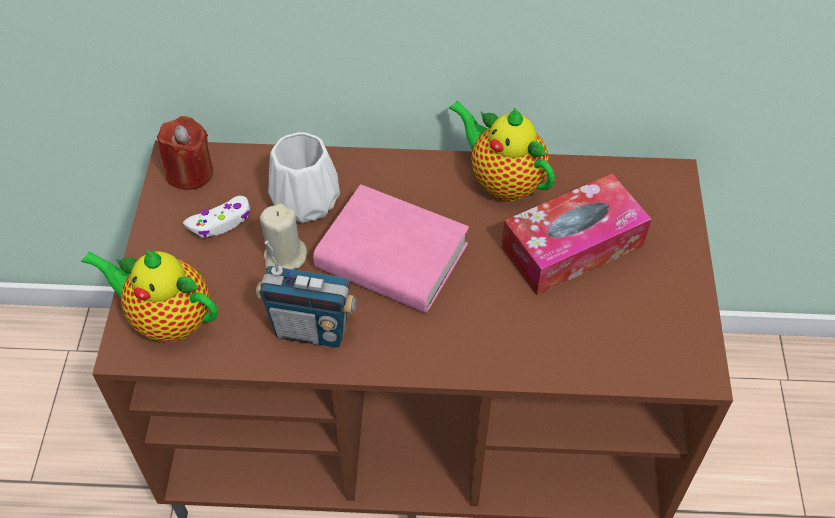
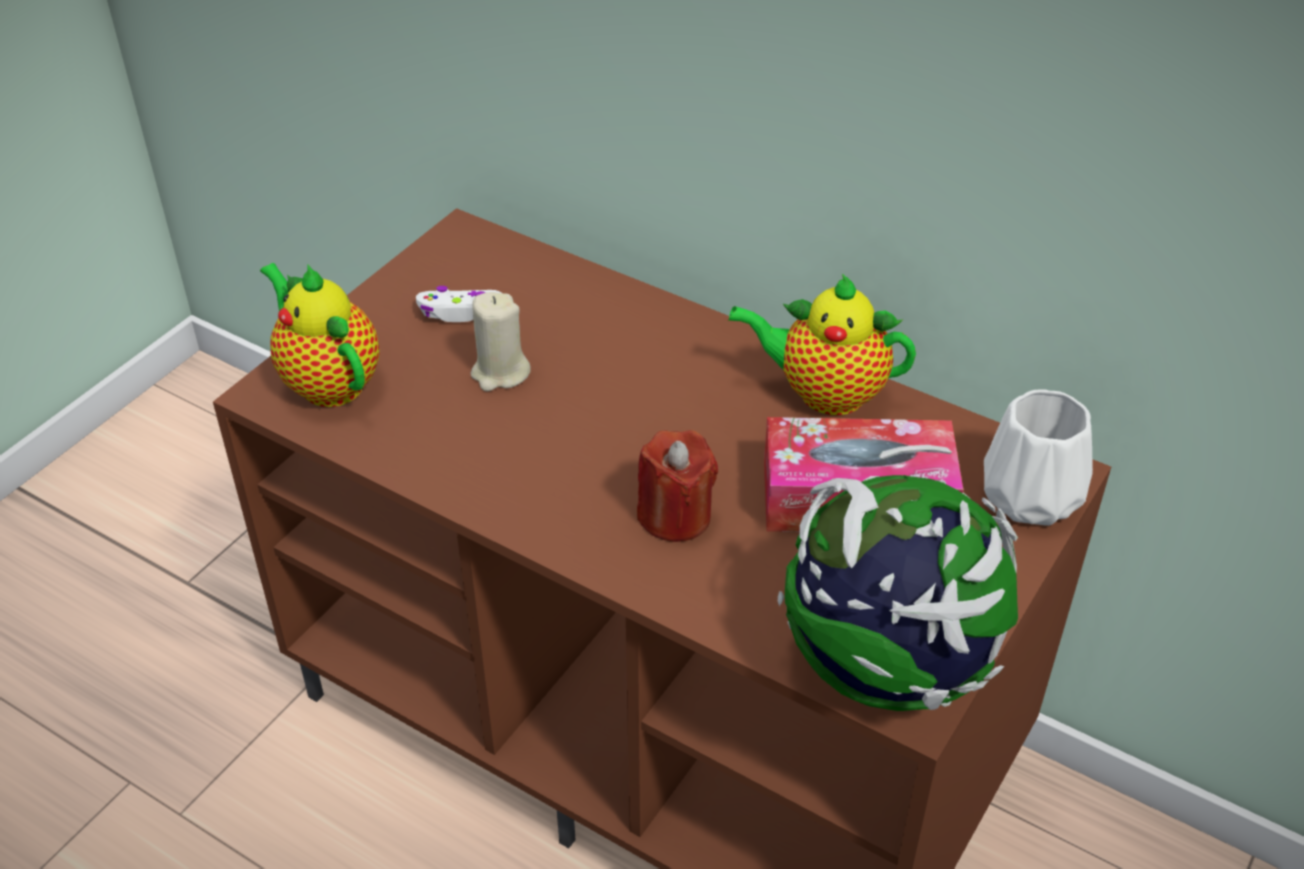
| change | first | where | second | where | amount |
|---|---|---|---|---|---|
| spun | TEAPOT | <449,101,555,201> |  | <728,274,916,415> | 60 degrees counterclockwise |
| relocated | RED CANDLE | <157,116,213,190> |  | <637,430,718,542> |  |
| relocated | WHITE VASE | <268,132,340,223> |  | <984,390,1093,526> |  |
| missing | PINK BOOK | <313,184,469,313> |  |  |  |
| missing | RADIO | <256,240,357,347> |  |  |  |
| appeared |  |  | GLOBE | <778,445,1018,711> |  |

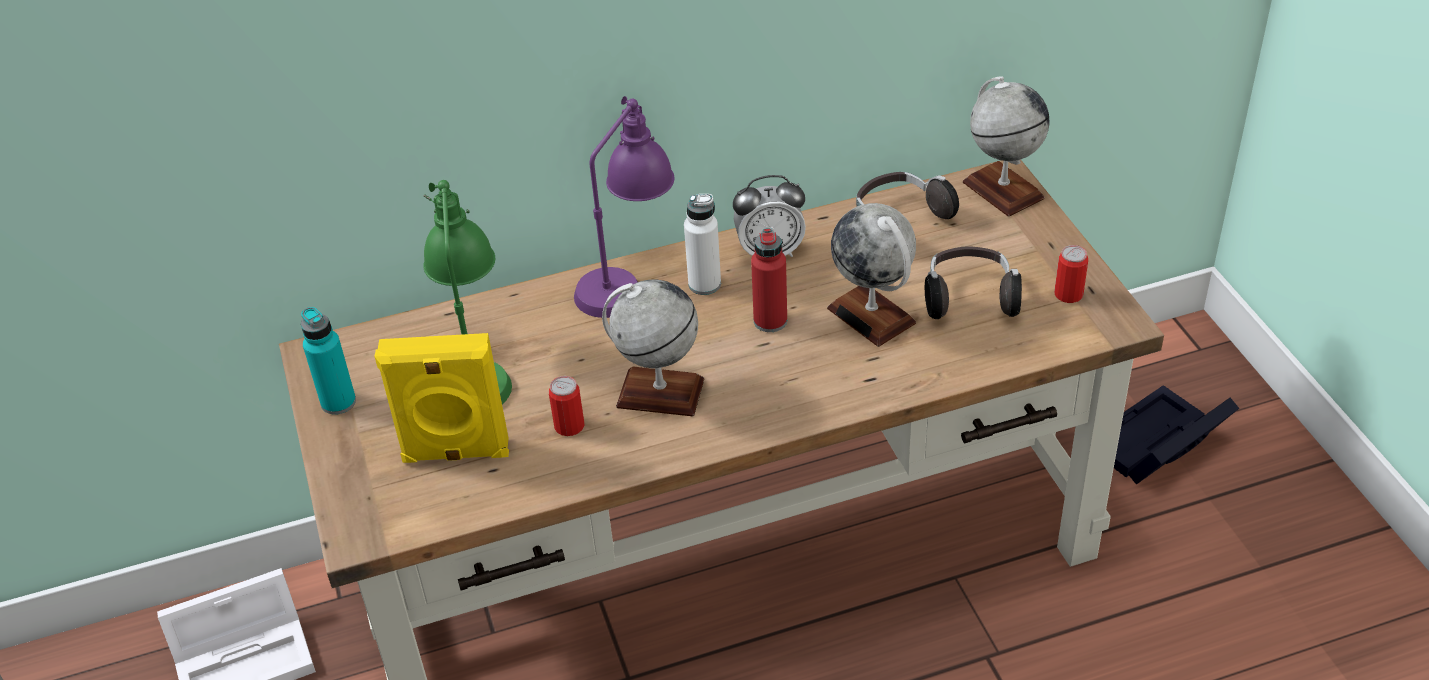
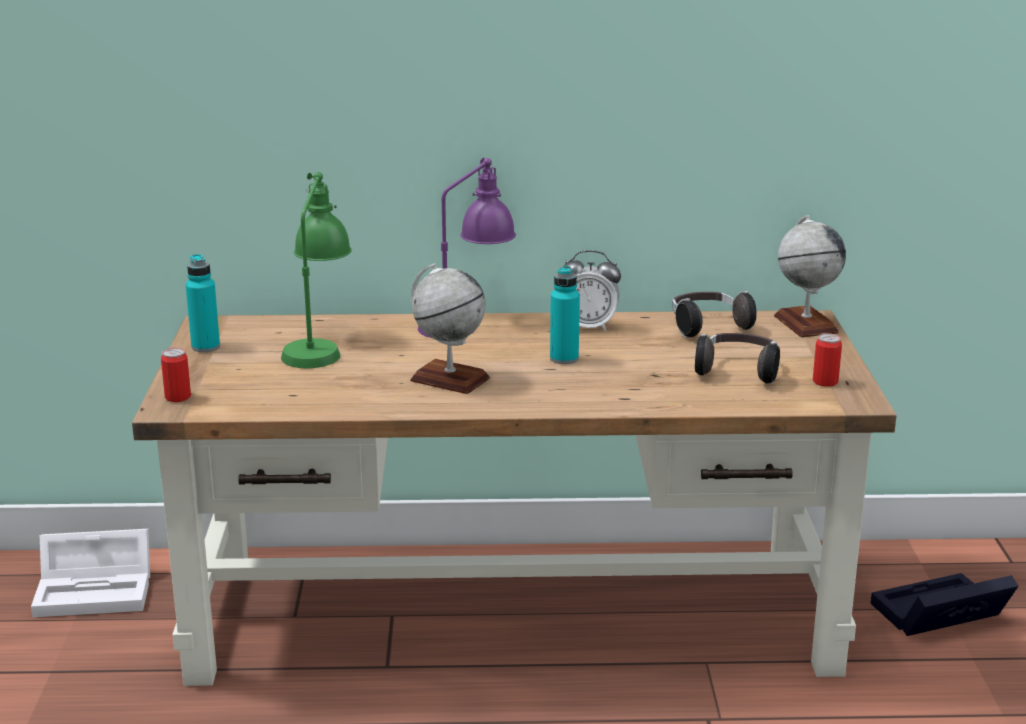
| change | first | where | second | where | amount |
|---|---|---|---|---|---|
| missing | WHITE BOTTLE | <684,194,721,295> |  |  |  |
| missing | GLOBE | <827,203,916,347> |  |  |  |
| colour | RED BOTTLE | <751,228,787,332> | TURQUOISE BOTTLE | <550,266,580,364> |  |
| missing | YELLOW SPEAKER | <374,333,509,463> |  |  |  |
| relocated | CAN | <549,376,585,436> |  | <161,348,191,402> |  |

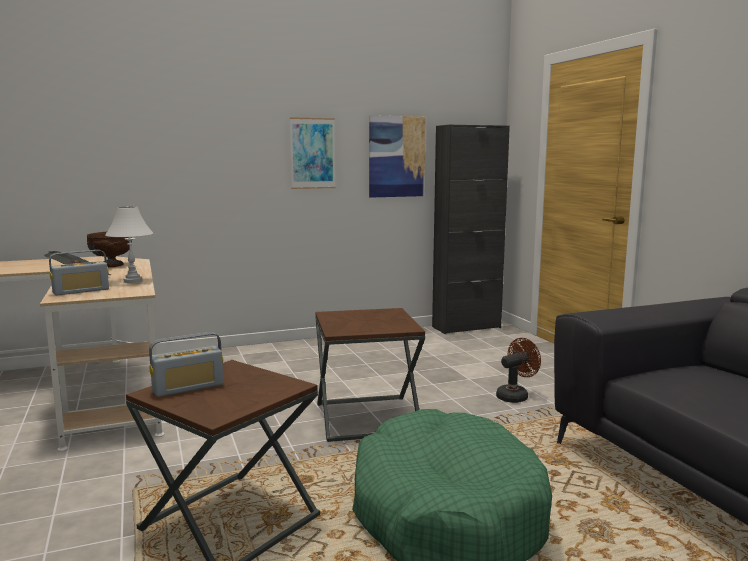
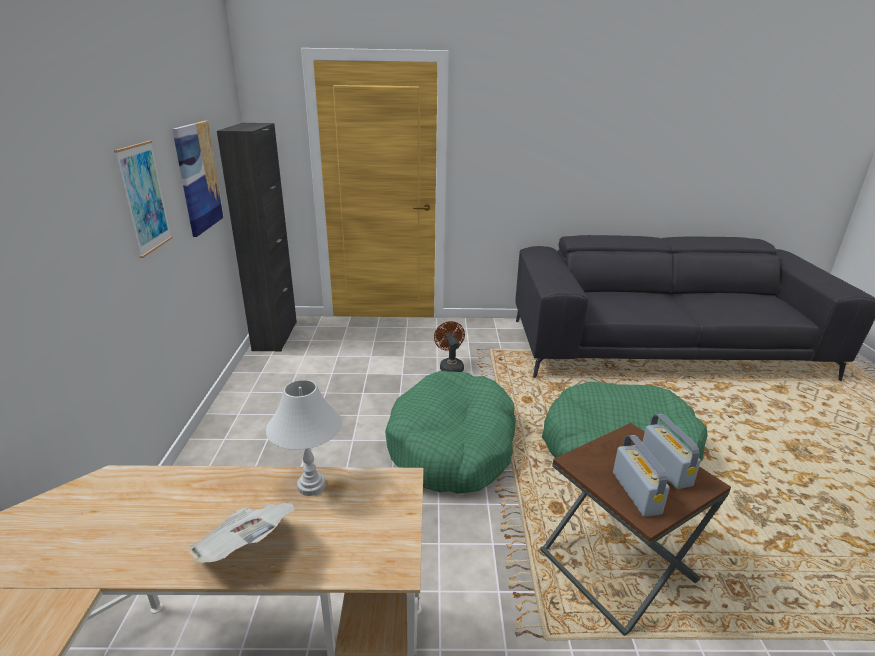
| change | first | where | second | where | amount |
|---|---|---|---|---|---|
| missing | BROWN BOWL | <87,232,132,267> |  |  |  |
| relocated | RADIO | <49,250,109,296> |  | <642,414,701,489> |  |
| exchanged | BROWN SIDE TABLE | <315,308,425,442> | GREEN DOG BED | <385,371,516,494> |  |

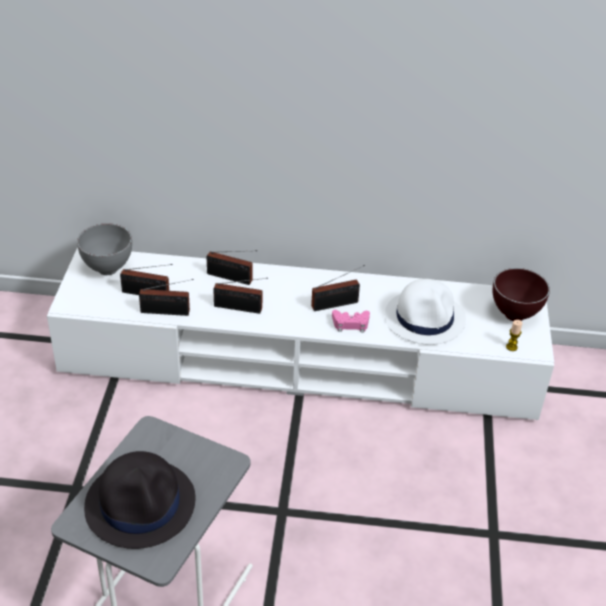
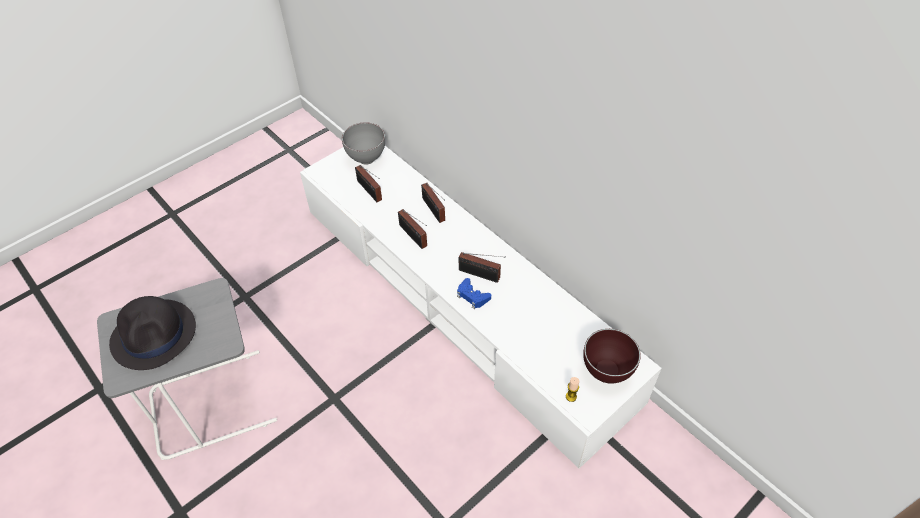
| change | first | where | second | where | amount |
|---|---|---|---|---|---|
| missing | RADIO | <139,279,194,316> |  |  |  |
| missing | WHITE HAT | <385,279,466,345> |  |  |  |
| colour | PINK GAME CONTROLLER | <332,310,370,332> | BLUE GAME CONTROLLER | <457,278,491,309> |  |

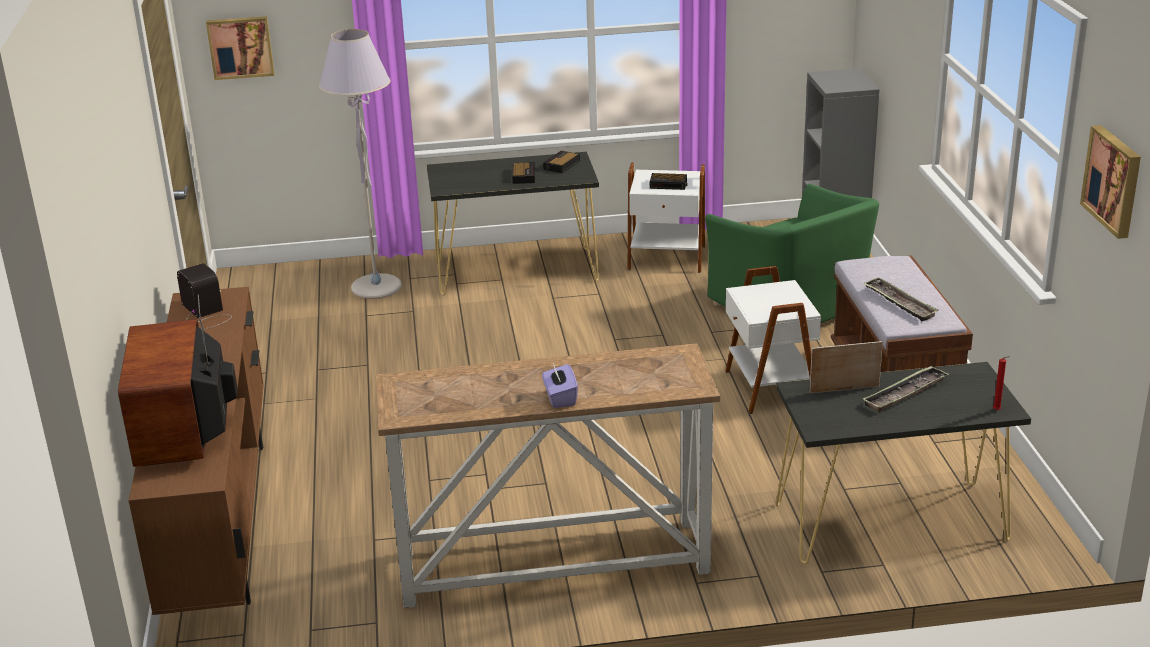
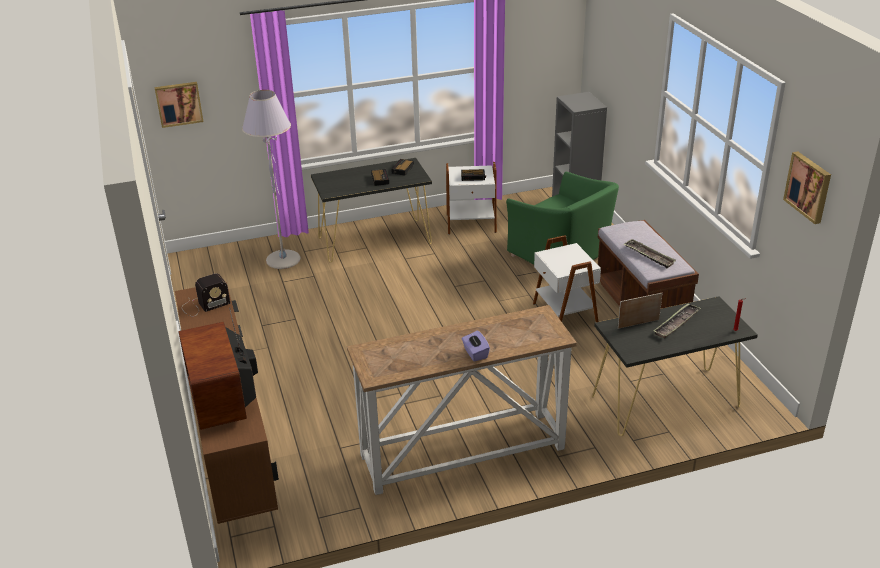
| change | first | where | second | where | amount |
|---|---|---|---|---|---|
| spun | RADIO | <177,263,232,329> |  | <182,274,230,316> | 105 degrees clockwise |

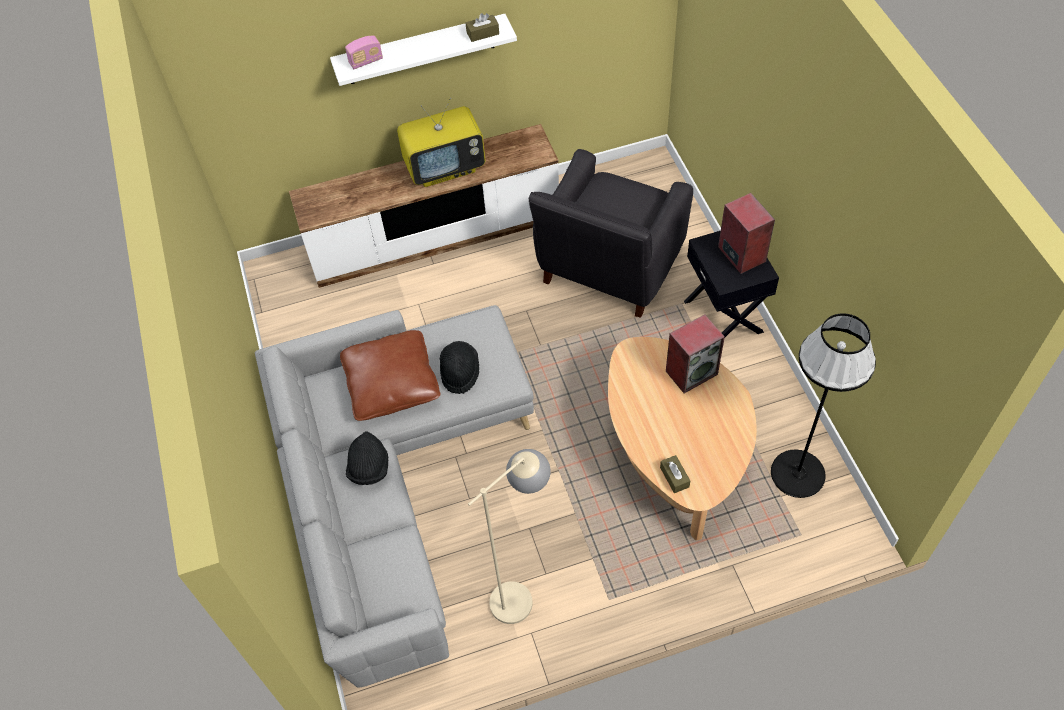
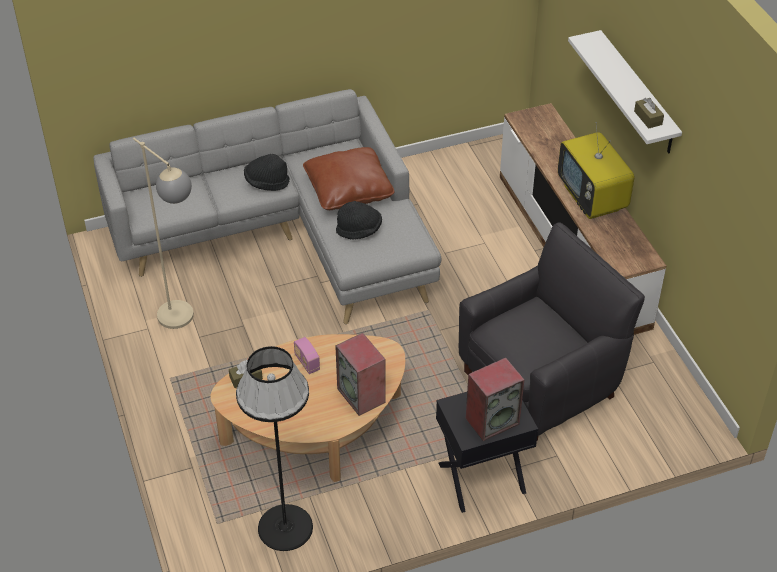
| change | first | where | second | where | amount |
|---|---|---|---|---|---|
| relocated | RADIO | <345,36,383,69> |  | <294,337,320,374> |  |
| spun | BLACK ARMCHAIR | <529,149,693,318> |  | <459,222,645,441> | 120 degrees clockwise |

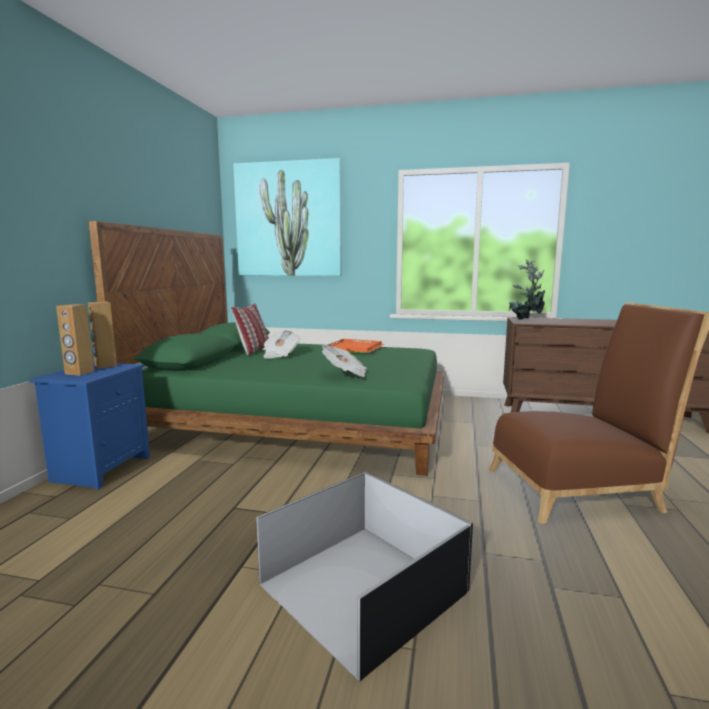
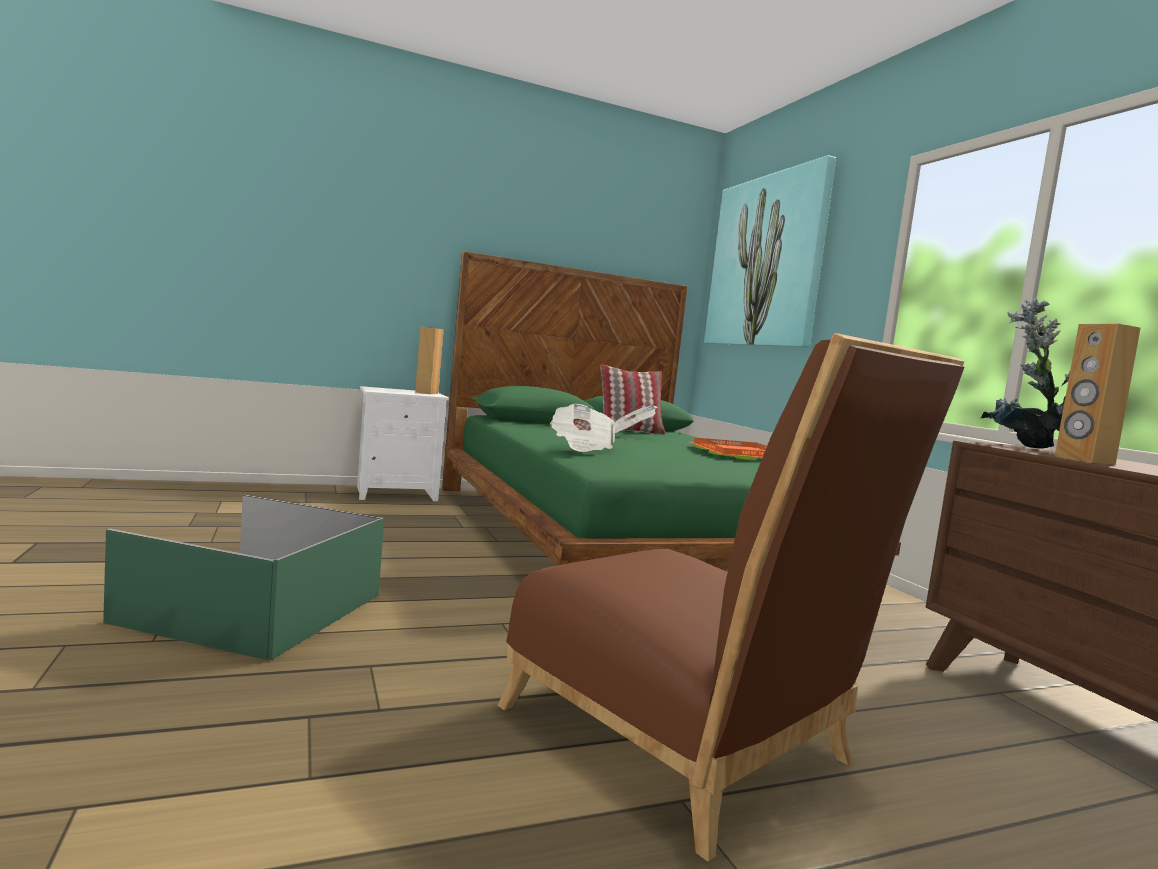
| change | first | where | second | where | amount |
|---|---|---|---|---|---|
| relocated | BROWN SPEAKER | <56,304,94,375> |  | <1055,324,1140,465> |  |
| colour | BLUE NIGHTSTAND | <29,362,150,490> | WHITE NIGHTSTAND | <357,386,449,501> |  |
| colour | BLACK STORAGE BOX | <256,472,473,681> | GREEN STORAGE BOX | <103,495,384,660> |  |

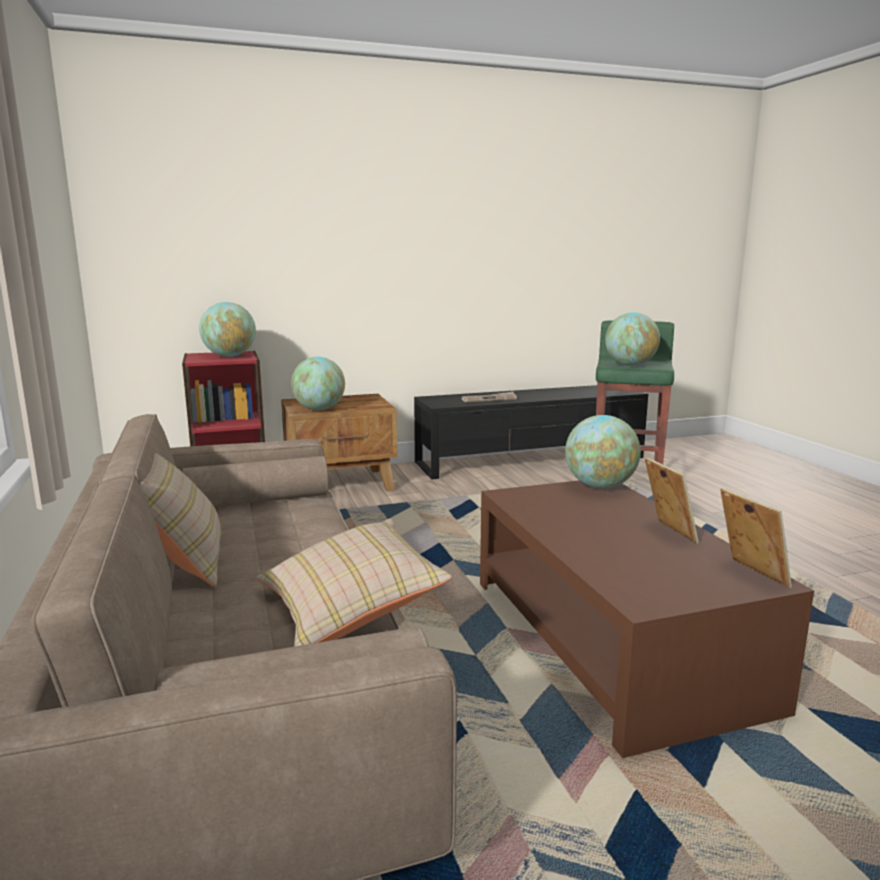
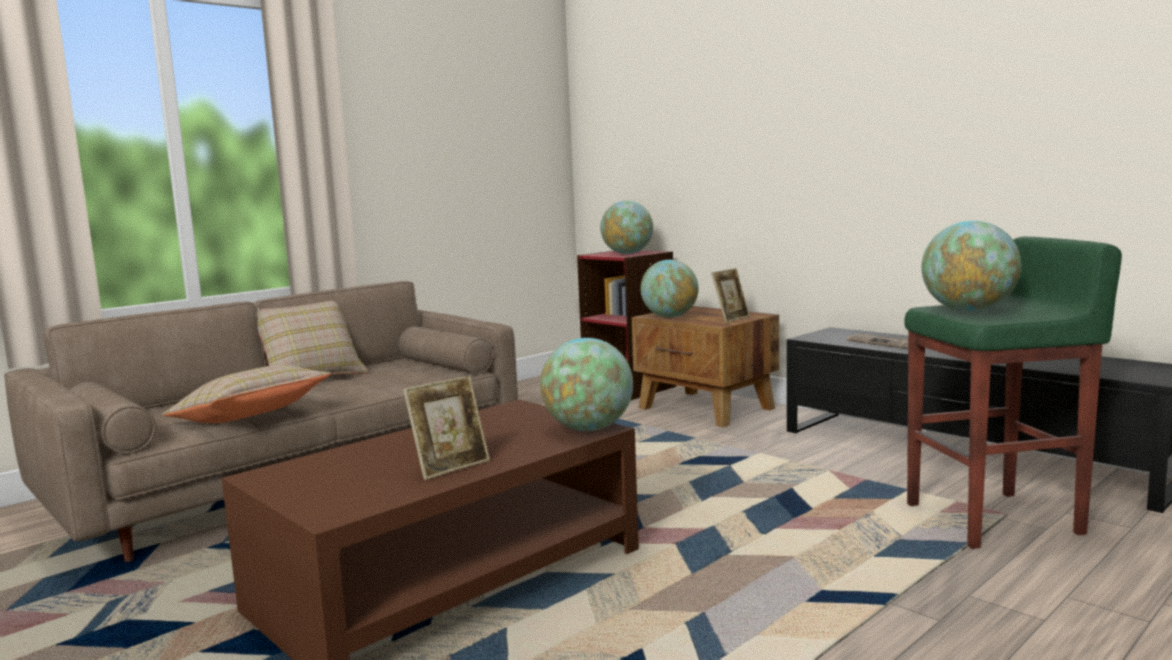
| change | first | where | second | where | amount |
|---|---|---|---|---|---|
| relocated | PICTURE FRAME | <720,488,792,588> |  | <711,268,750,323> |  |

